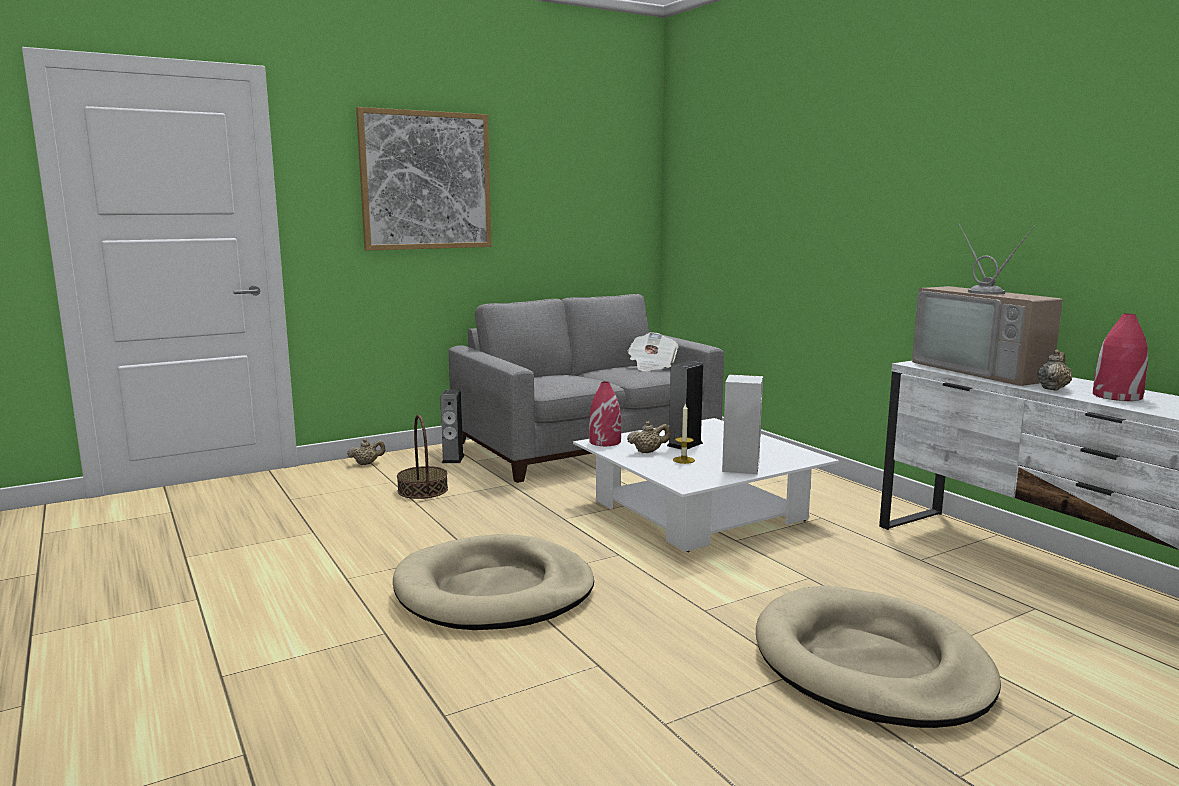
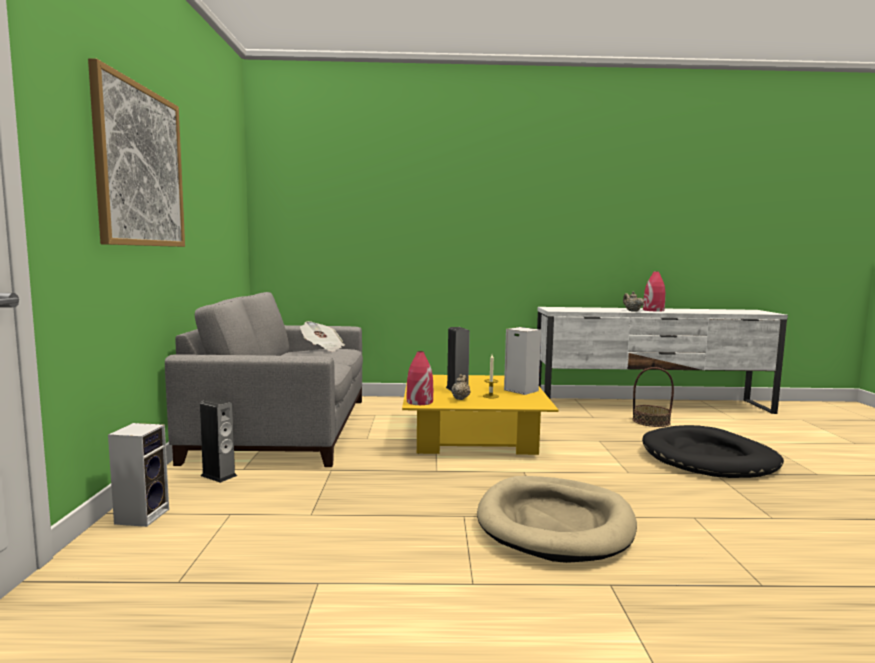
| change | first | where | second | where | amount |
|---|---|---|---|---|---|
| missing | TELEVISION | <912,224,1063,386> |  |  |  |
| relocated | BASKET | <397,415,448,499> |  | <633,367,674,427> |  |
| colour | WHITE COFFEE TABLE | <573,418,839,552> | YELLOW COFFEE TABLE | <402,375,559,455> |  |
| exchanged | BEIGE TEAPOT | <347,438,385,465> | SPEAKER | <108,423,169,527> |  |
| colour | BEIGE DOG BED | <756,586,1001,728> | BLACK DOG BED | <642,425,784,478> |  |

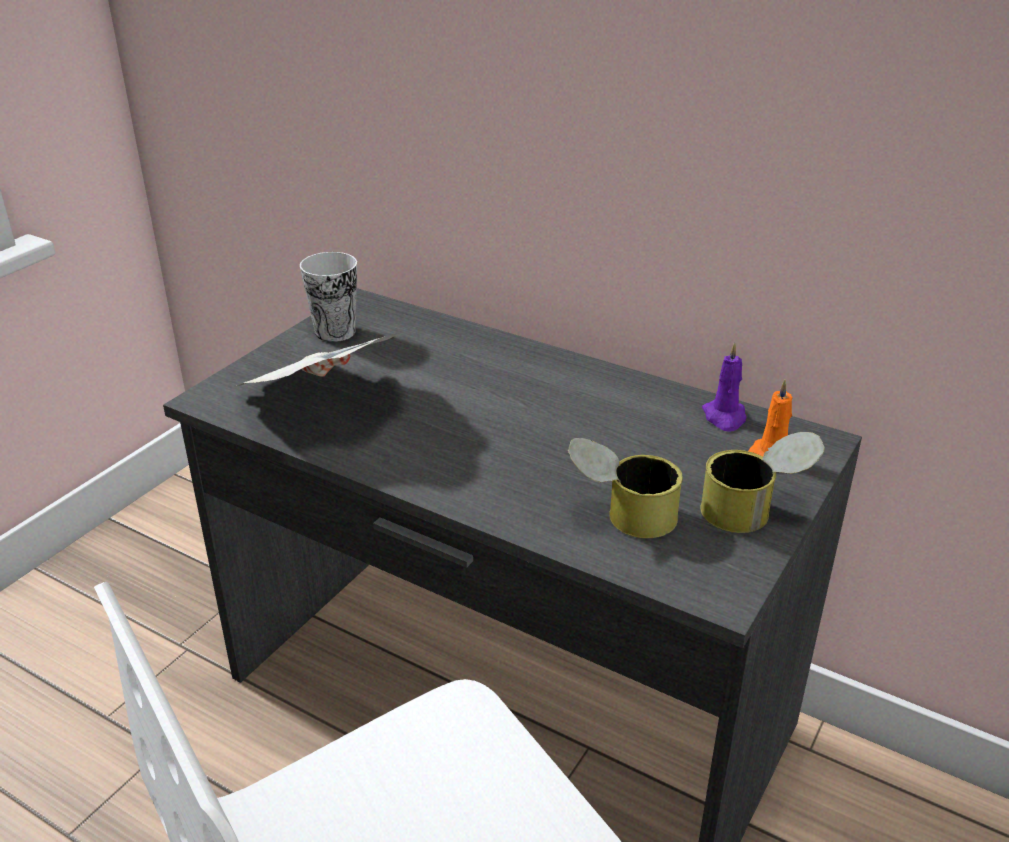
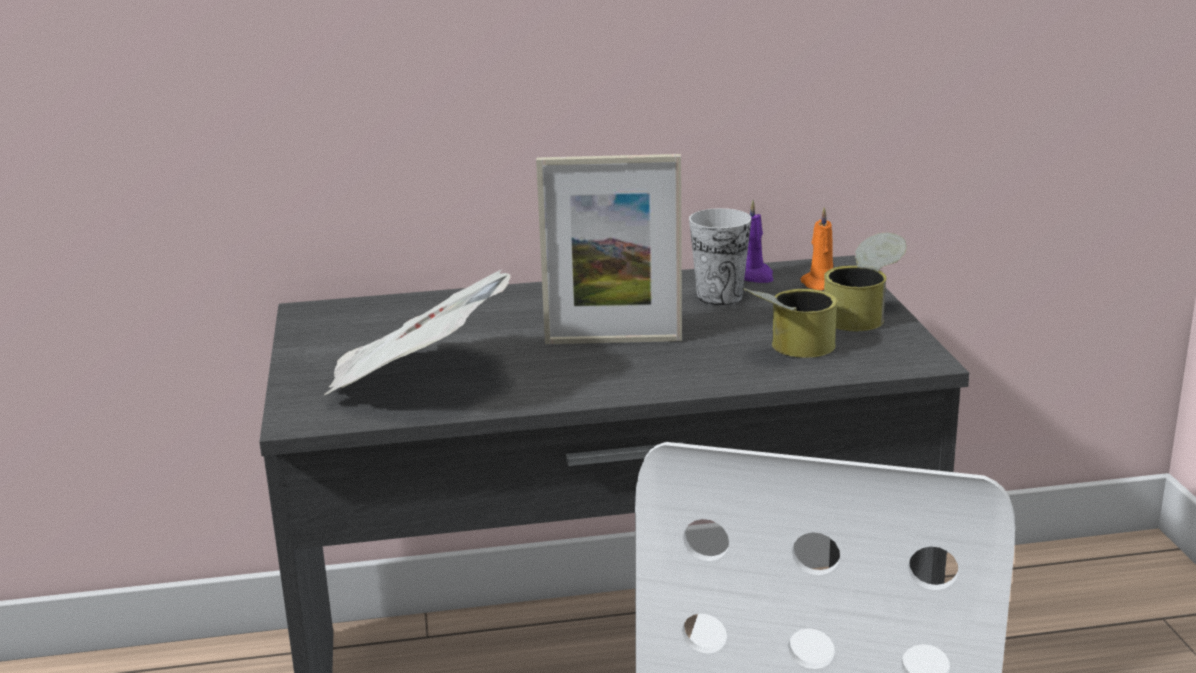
| change | first | where | second | where | amount |
|---|---|---|---|---|---|
| relocated | CUP | <300,252,357,342> |  | <689,208,752,305> |  |
| appeared |  |  | PICTURE FRAME | <536,154,682,344> |  |

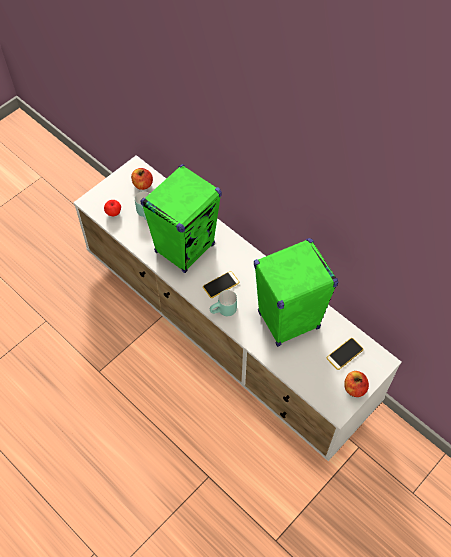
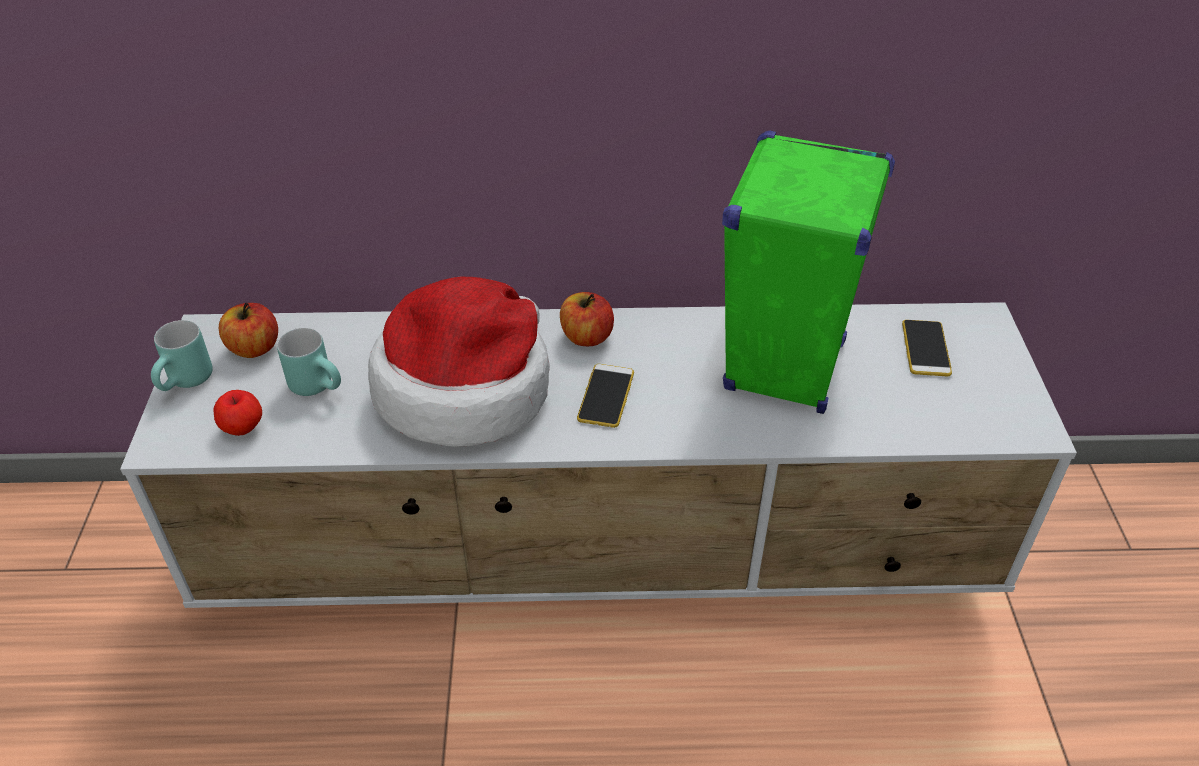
| change | first | where | second | where | amount |
|---|---|---|---|---|---|
| exchanged | GREEN SPEAKER | <140,164,222,273> | HAT | <368,277,550,447> |  |
| relocated | TURQUOISE MUG | <210,290,237,316> |  | <151,320,213,391> |  |
| relocated | APPLE | <344,371,369,397> |  | <560,292,614,346> |  |

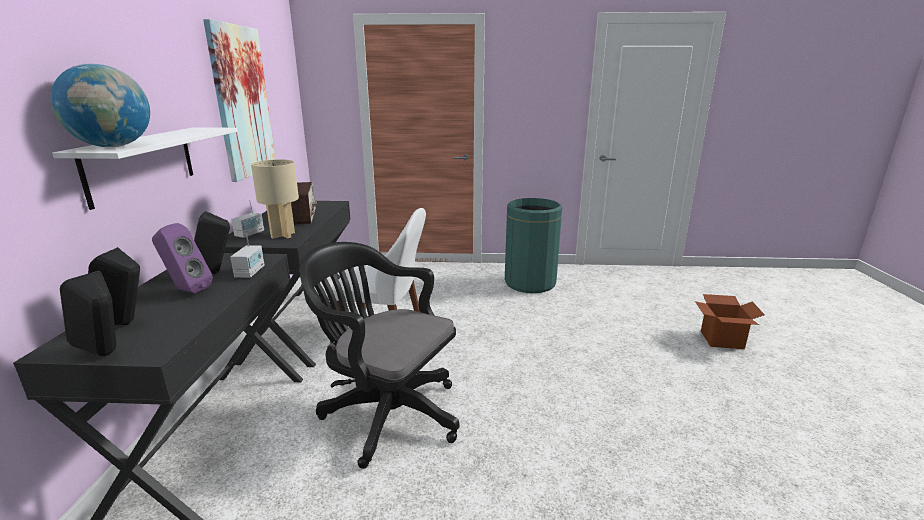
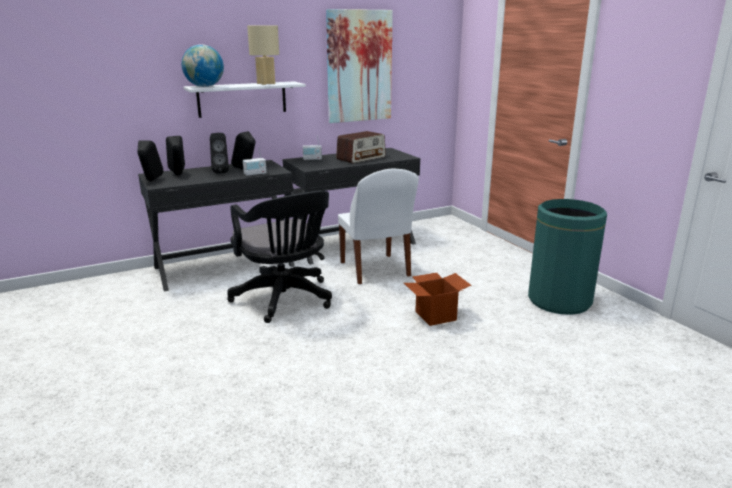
| change | first | where | second | where | amount |
|---|---|---|---|---|---|
| relocated | BEIGE TABLE LAMP | <251,160,299,239> |  | <247,26,279,85> |  |
| colour | PURPLE SPEAKER | <152,223,213,294> | BLACK SPEAKER | <210,133,229,173> |  |
| spun | BLACK OFFICE CHAIR | <299,242,459,469> |  | <227,191,332,323> | 150 degrees clockwise |
| relocated | CARDBOARD BOX | <695,294,765,349> |  | <404,273,472,326> |  |

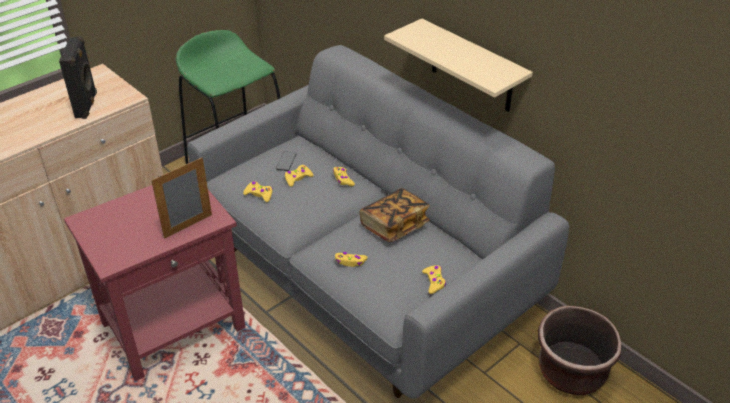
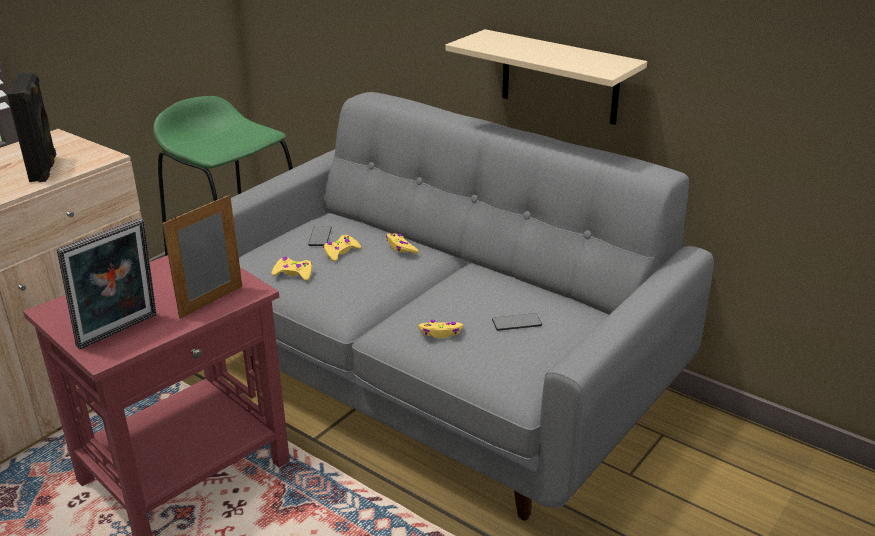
| change | first | where | second | where | amount |
|---|---|---|---|---|---|
| missing | BOOK | <360,188,430,242> |  |  |  |
| missing | YELLOW GAME CONTROLLER | <422,265,446,294> |  |  |  |
| missing | BROWN PLANTER | <538,306,621,395> |  |  |  |
| appeared |  |  | PICTURE FRAME | <57,218,156,349> |  |
| appeared |  |  | PHONE | <492,313,542,331> |  |

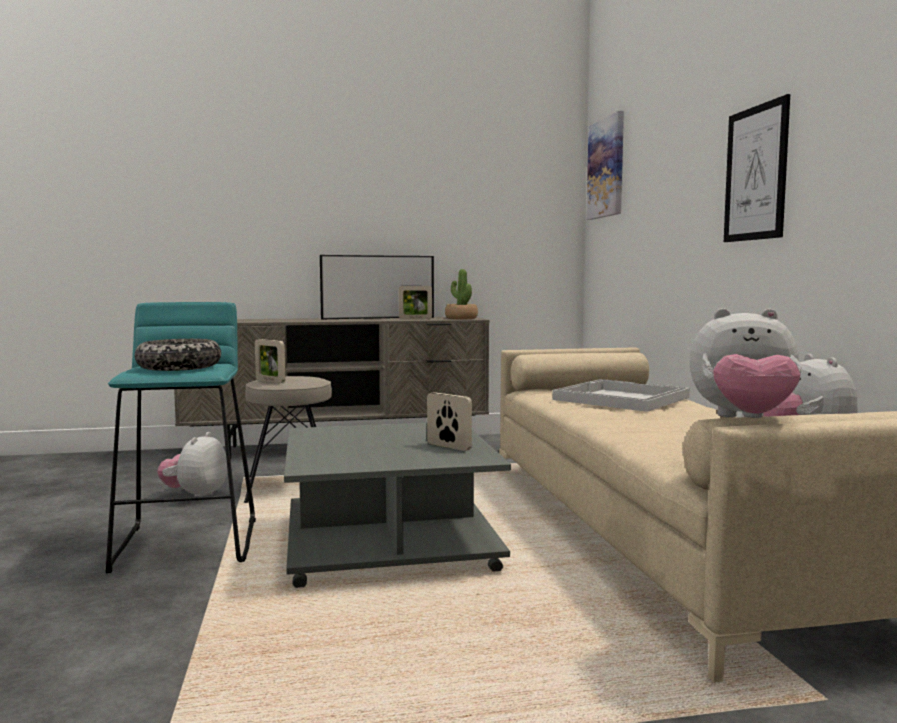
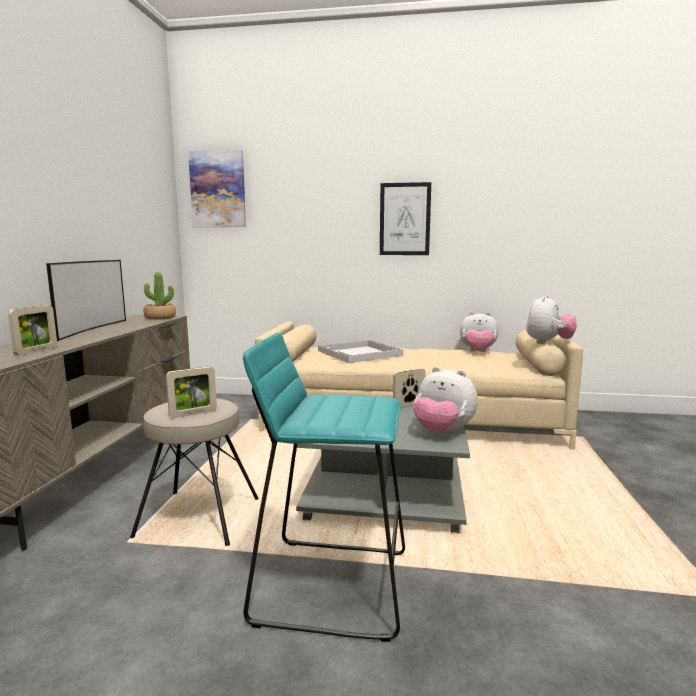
| change | first | where | second | where | amount |
|---|---|---|---|---|---|
| relocated | PICTURE FRAME | <399,286,432,319> |  | <8,305,57,356> |  |
| missing | BOWL | <135,339,221,371> |  |  |  |
| relocated | PLUSH TOY | <158,432,228,497> |  | <413,367,478,433> |  |

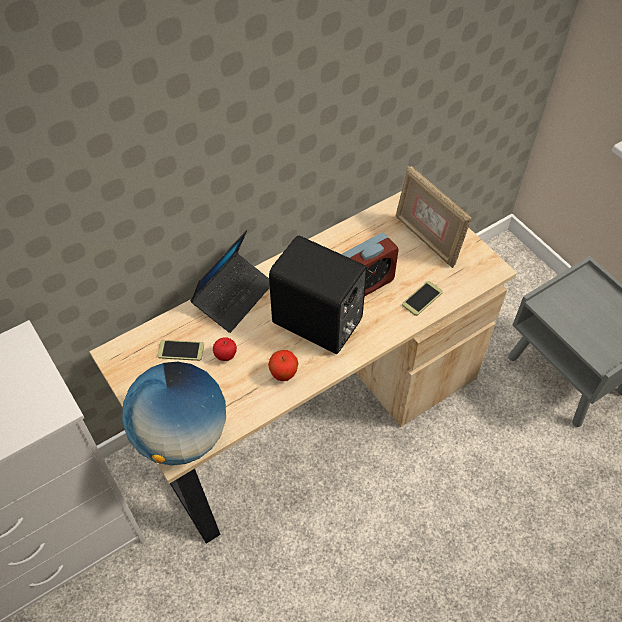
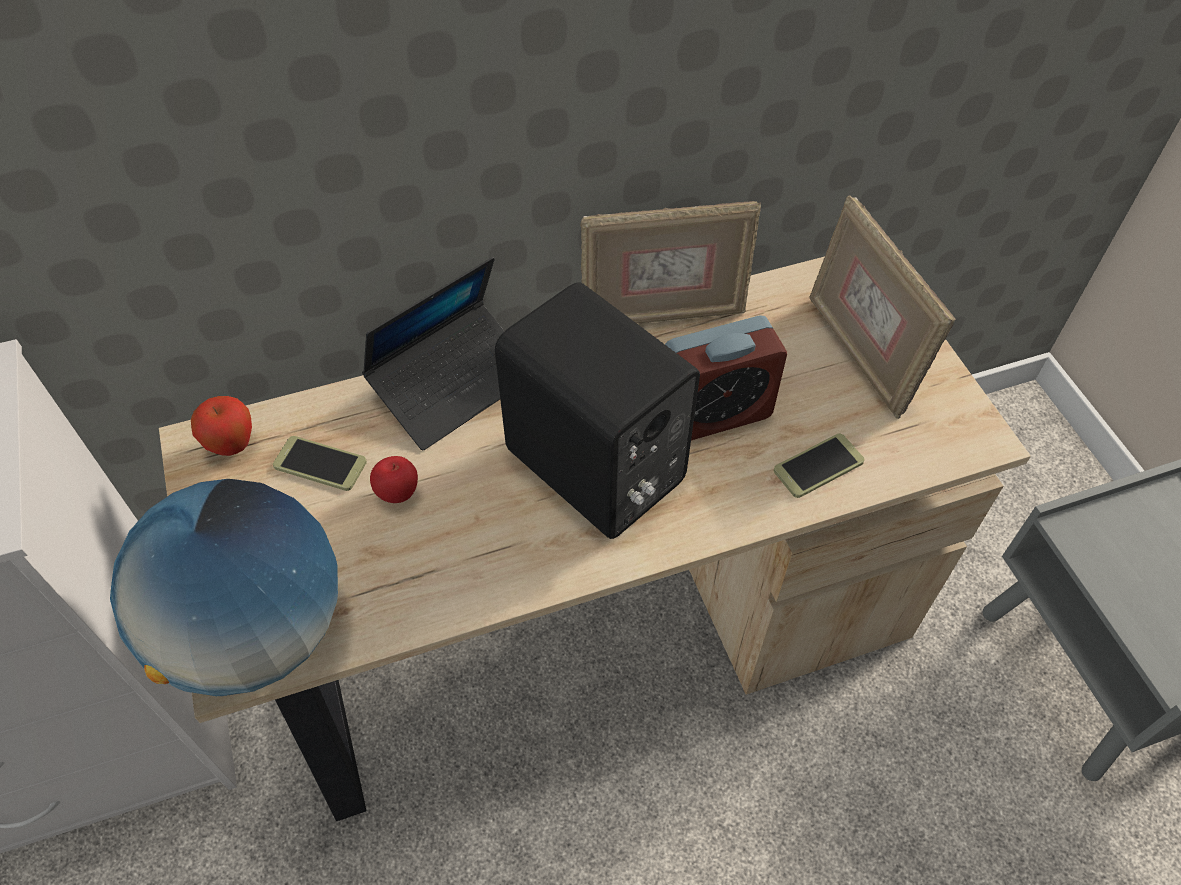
| change | first | where | second | where | amount |
|---|---|---|---|---|---|
| relocated | APPLE | <268,350,298,381> |  | <191,396,252,456> |  |
| appeared |  |  | PICTURE FRAME | <580,201,761,323> |  |

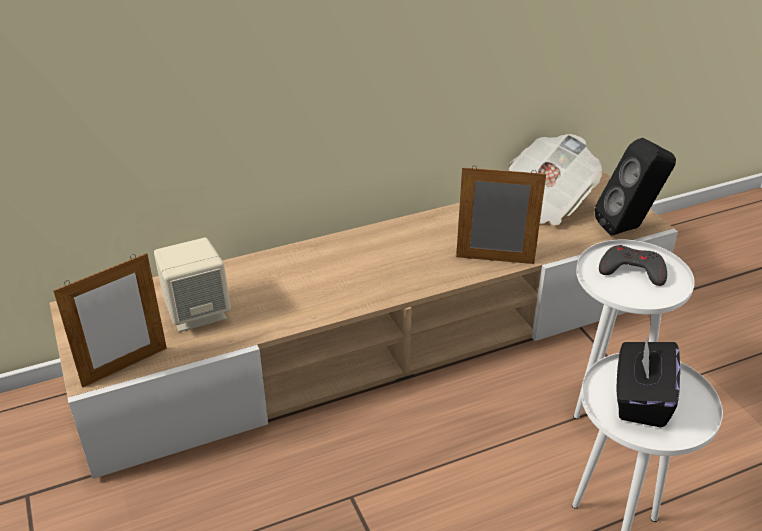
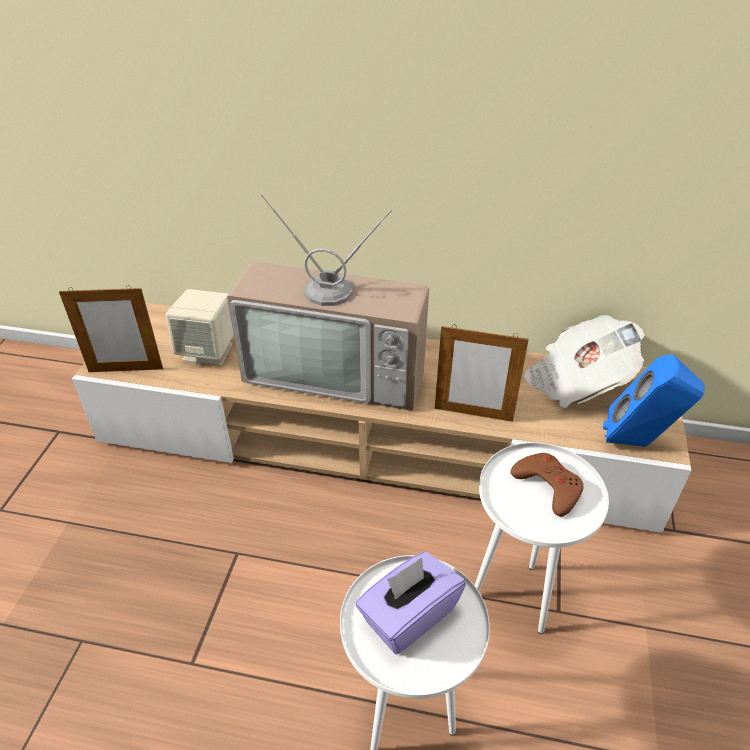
| change | first | where | second | where | amount |
|---|---|---|---|---|---|
| colour | BLACK SPEAKER | <594,138,676,236> | BLUE SPEAKER | <603,354,705,447> |  |
| spun | PICTURE FRAME | <456,166,546,264> |  | <435,324,529,422> | 150 degrees clockwise |
| colour | GREY GAME CONTROLLER | <599,245,667,286> | BROWN GAME CONTROLLER | <511,453,583,517> |  |
| colour | BLACK TISSUE BOX | <616,336,680,427> | PURPLE TISSUE BOX | <356,551,466,654> |  |
| appeared |  |  | TELEVISION | <227,194,429,410> |  |

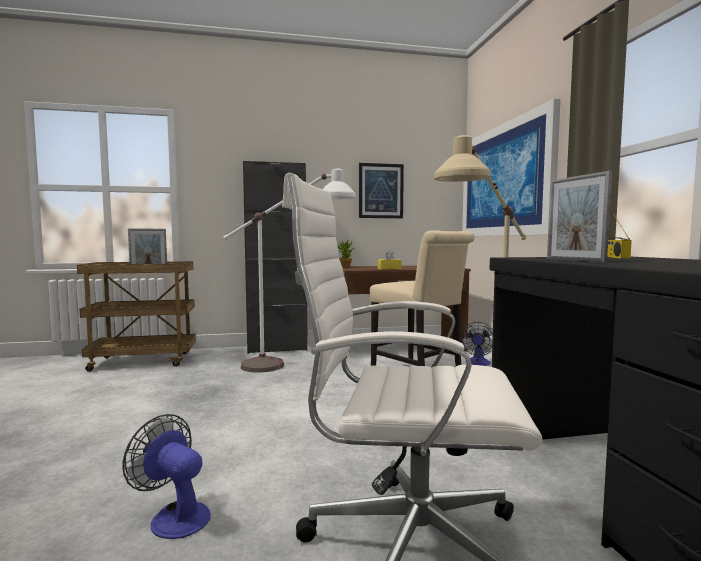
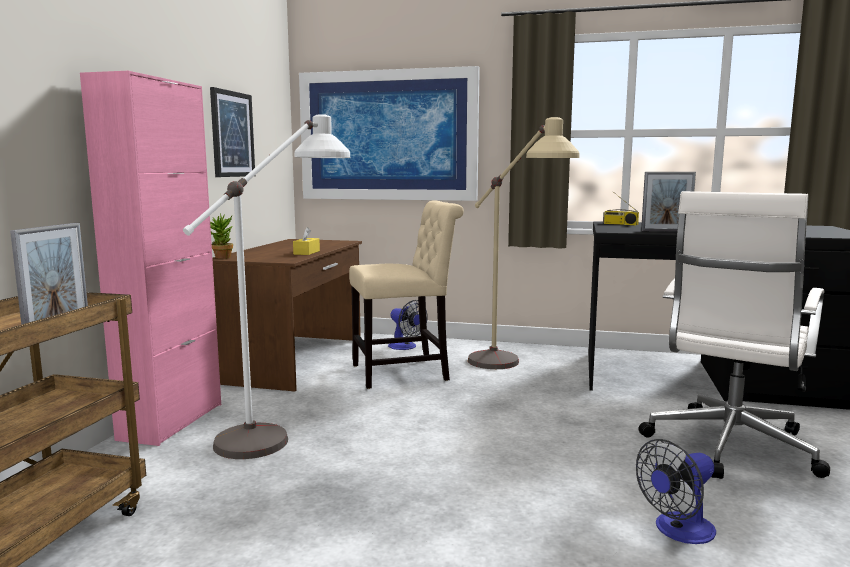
| change | first | where | second | where | amount |
|---|---|---|---|---|---|
| colour | BLACK CABINET | <243,161,308,354> | PINK CABINET | <80,71,221,446> |  |

